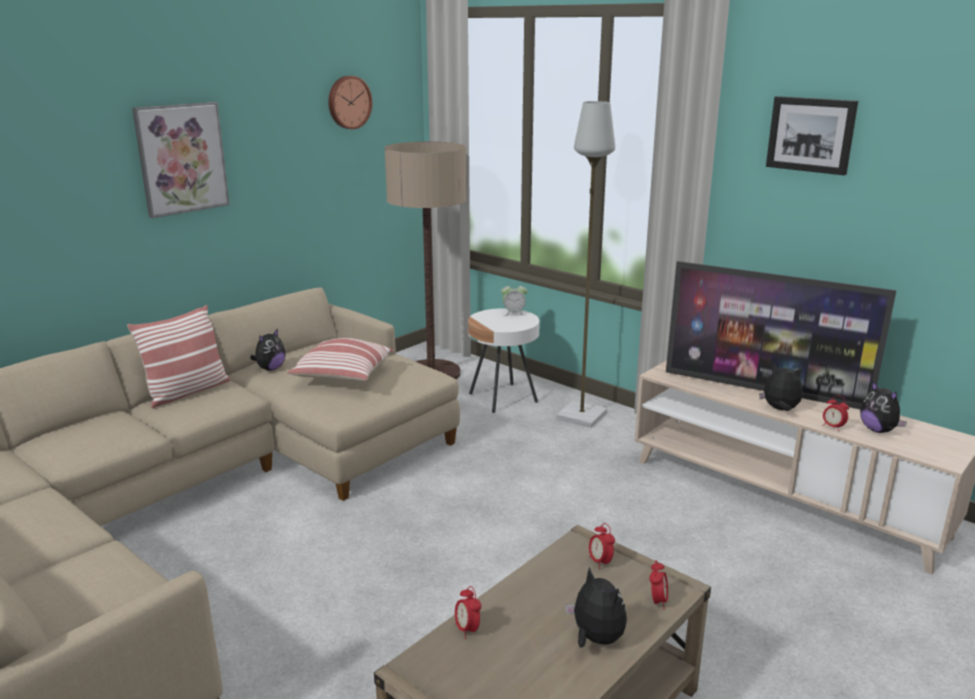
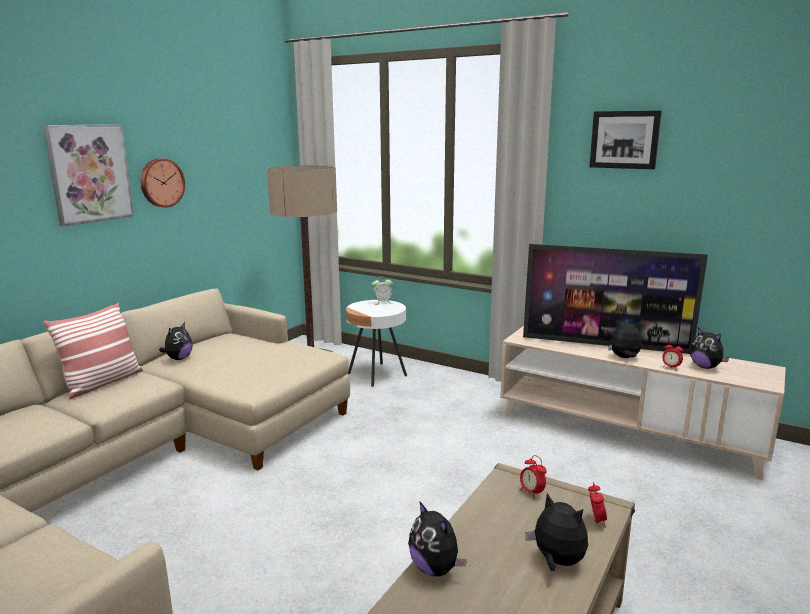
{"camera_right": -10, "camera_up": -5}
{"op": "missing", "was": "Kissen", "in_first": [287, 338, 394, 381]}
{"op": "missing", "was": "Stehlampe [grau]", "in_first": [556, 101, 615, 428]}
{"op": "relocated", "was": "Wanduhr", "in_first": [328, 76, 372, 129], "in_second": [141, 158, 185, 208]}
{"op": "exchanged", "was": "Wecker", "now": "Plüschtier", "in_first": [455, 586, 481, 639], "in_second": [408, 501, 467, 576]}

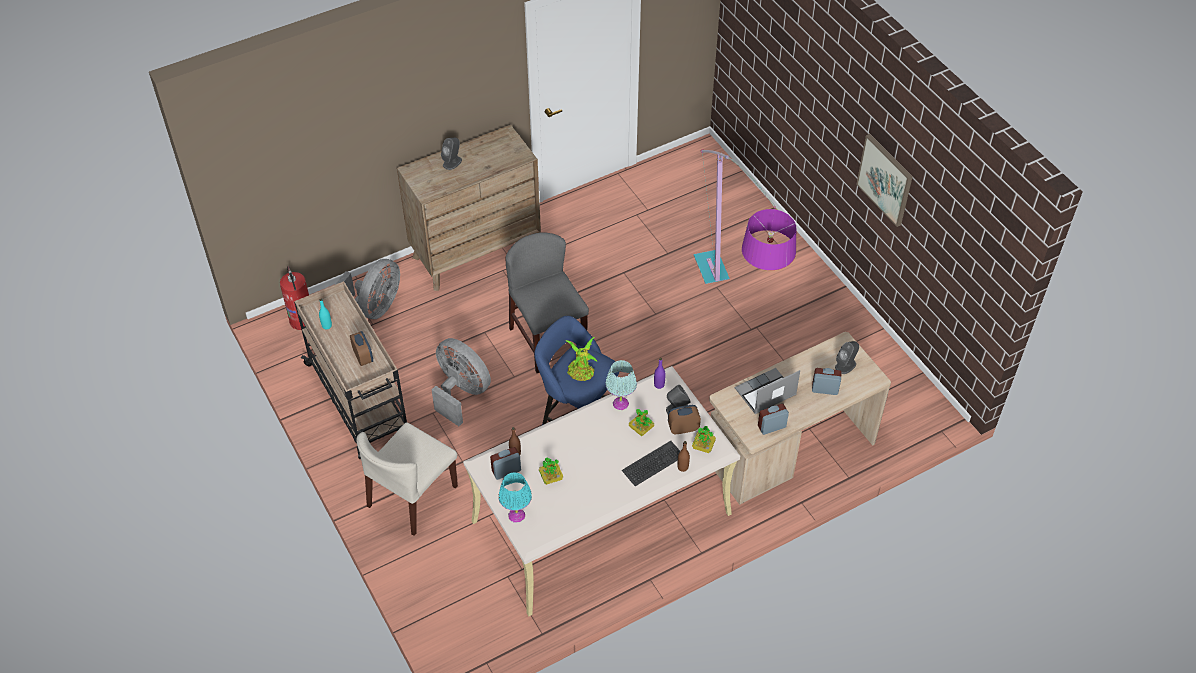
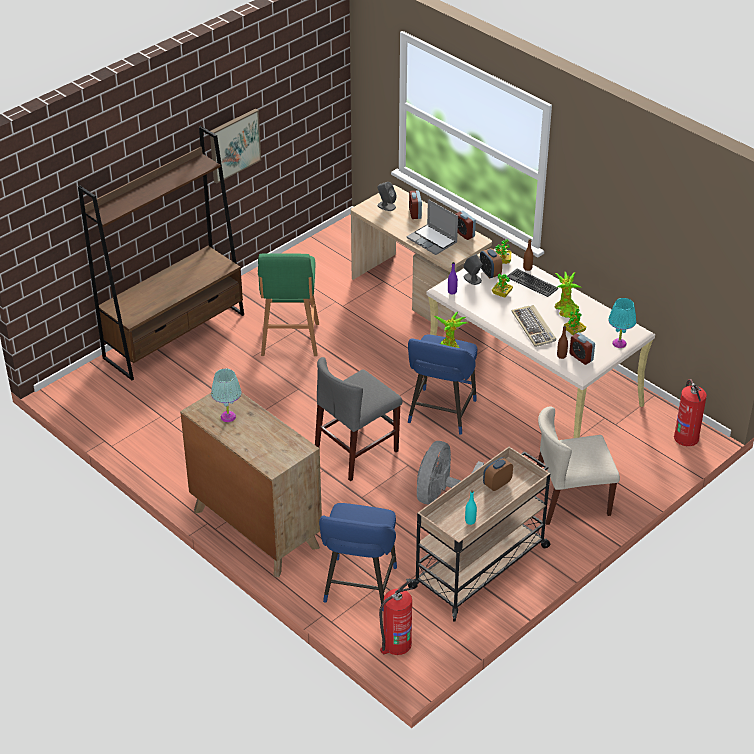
{"camera_right": -105, "camera_up": -10}
{"op": "missing", "was": "Lautsprecher [grau]", "in_first": [441, 138, 462, 170]}
{"op": "appeared", "now": "Bücherregal [braun]", "in_second": [78, 126, 244, 380]}
{"op": "appeared", "now": "Tastatur", "in_second": [511, 305, 556, 347]}
{"op": "appeared", "now": "Topfpflanze", "in_second": [555, 272, 581, 318]}
{"op": "appeared", "now": "Feuerlöscher", "in_second": [674, 379, 707, 446]}
{"op": "relocated", "was": "Tischlampe [türkis]", "in_first": [605, 360, 637, 410], "in_second": [211, 369, 242, 422]}
{"op": "exchanged", "was": "Ventilator [grau]", "now": "Hocker [blau]", "in_first": [335, 259, 400, 319], "in_second": [319, 503, 397, 611]}
{"op": "exchanged", "was": "Stehlampe", "now": "Hocker [grün]", "in_first": [694, 149, 796, 284], "in_second": [258, 253, 319, 356]}
{"op": "spun", "was": "Stuhl [beige]", "in_first": [356, 422, 458, 536], "in_second": [537, 406, 620, 525], "clockwise": 150}

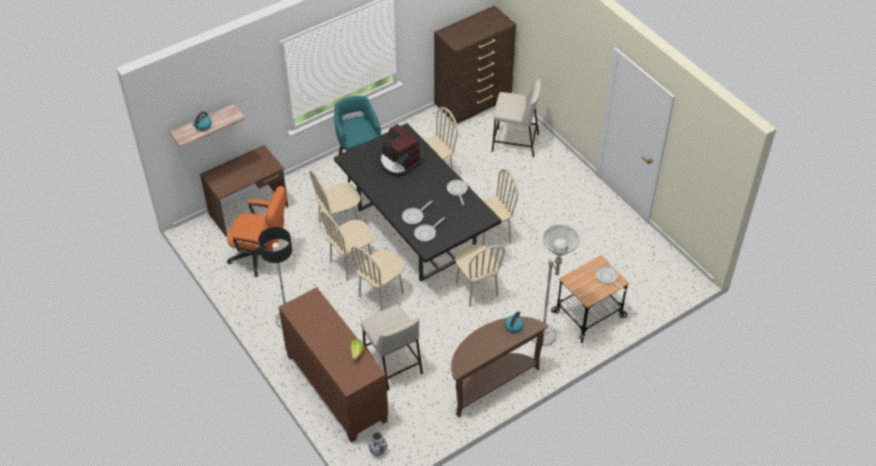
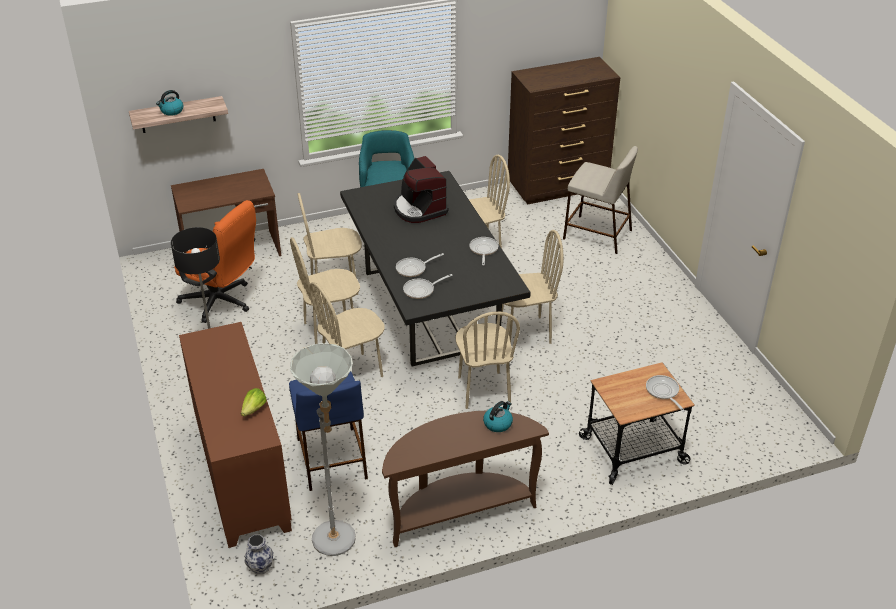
{"camera_right": 15, "camera_up": -10}
{"op": "relocated", "was": "Stehlampe [grau]", "in_first": [531, 224, 580, 346], "in_second": [290, 343, 356, 556]}
{"op": "colour", "was": "Hocker [beige]", "now": "Hocker [blau]", "in_first": [361, 305, 423, 391], "in_second": [289, 371, 368, 491]}

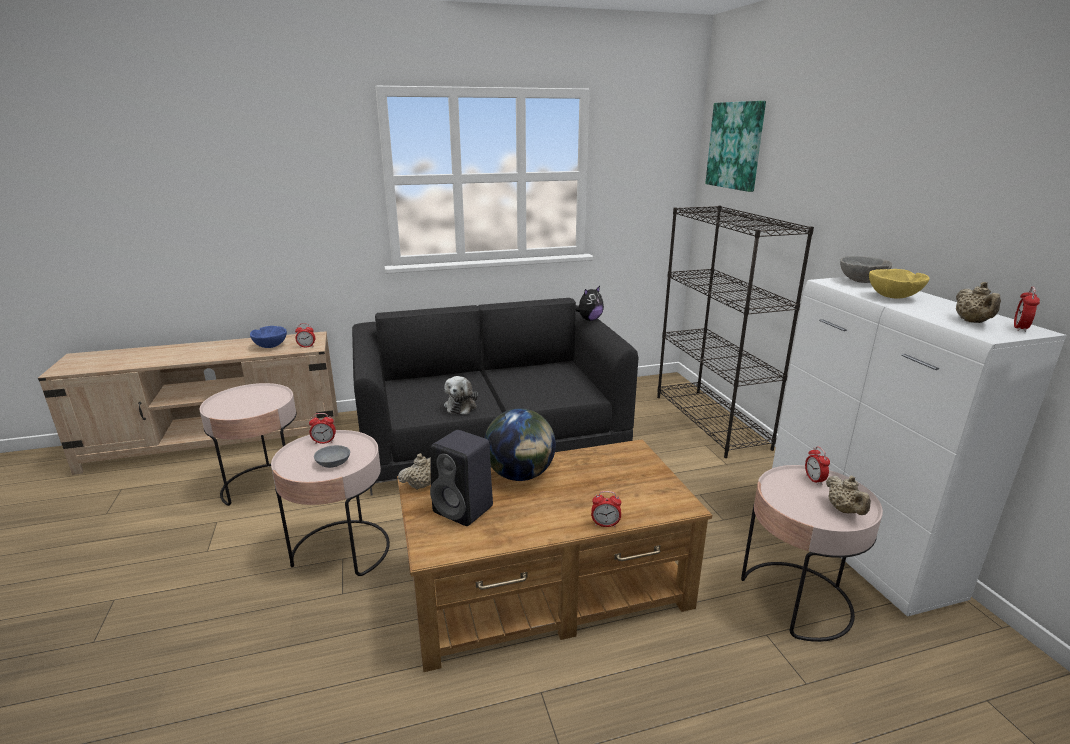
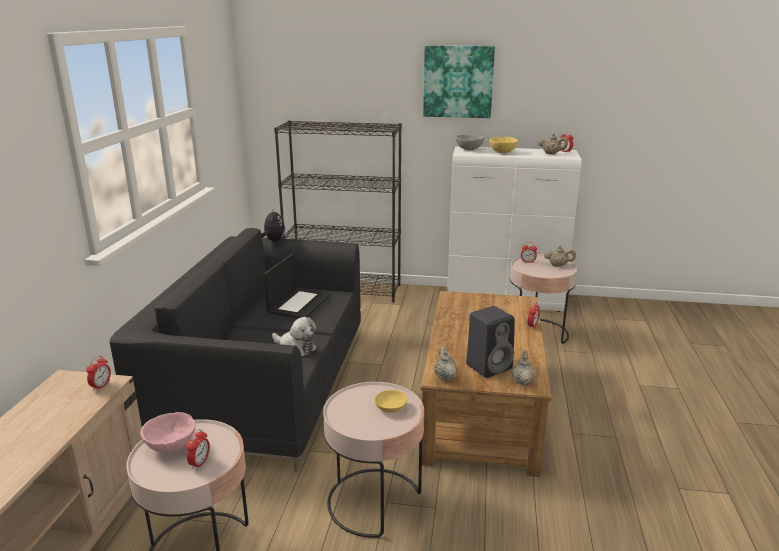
{"camera_right": -65, "camera_up": 0}
{"op": "missing", "was": "Schüssel [blau]", "in_first": [250, 326, 287, 348]}
{"op": "missing", "was": "Globus", "in_first": [484, 409, 556, 481]}
{"op": "appeared", "now": "Schüssel [rosa]", "in_second": [140, 412, 195, 453]}
{"op": "appeared", "now": "Laptop", "in_second": [264, 253, 331, 318]}
{"op": "appeared", "now": "Teekanne [beige]", "in_second": [512, 350, 537, 386]}
{"op": "relocated", "was": "Wecker", "in_first": [309, 413, 336, 444], "in_second": [186, 429, 210, 470]}
{"op": "relocated", "was": "Bild", "in_first": [705, 101, 766, 192], "in_second": [423, 46, 495, 118]}
{"op": "colour", "was": "Schüssel [grau]", "now": "Schüssel [gelb]", "in_first": [314, 445, 350, 468], "in_second": [375, 390, 407, 413]}

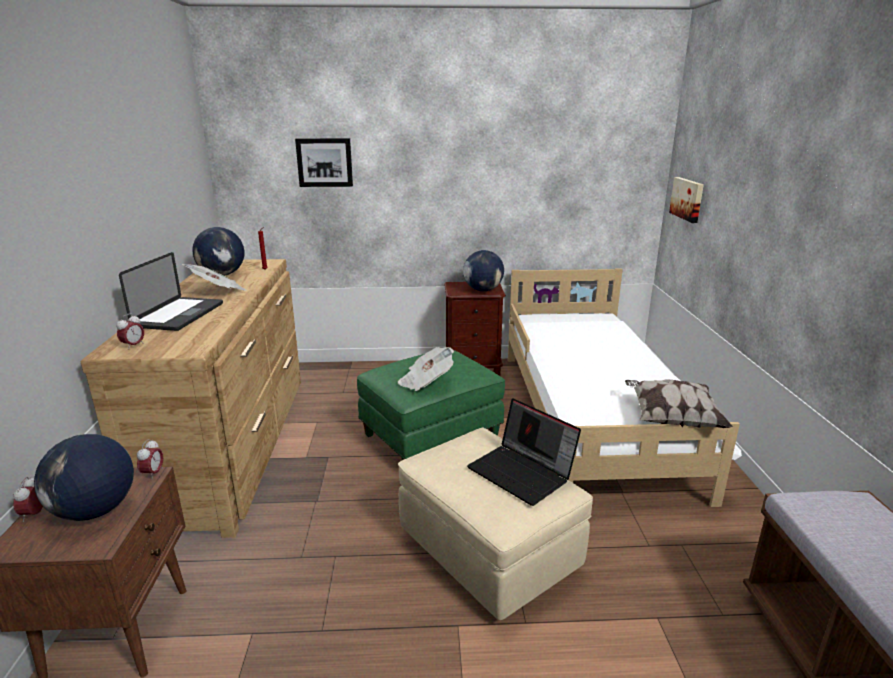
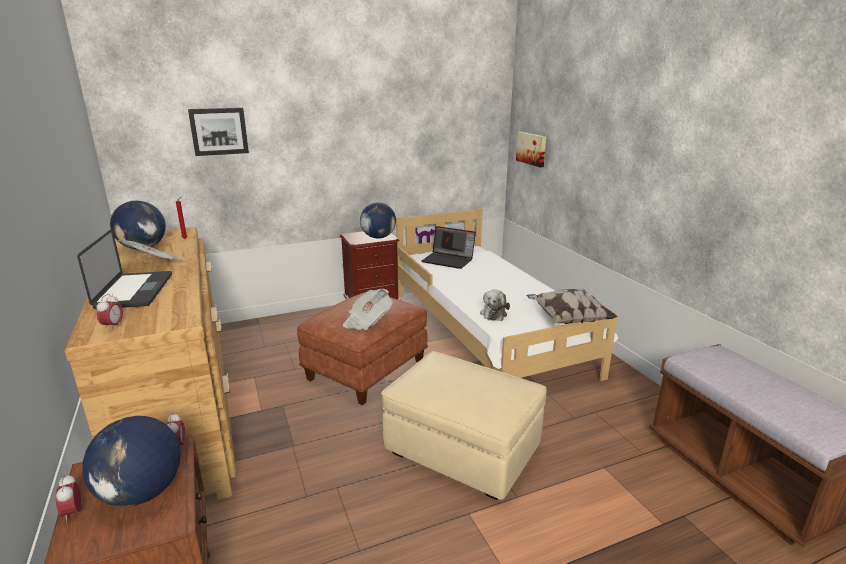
{"camera_right": -20, "camera_up": 0}
{"op": "appeared", "now": "Plüschtier", "in_second": [480, 290, 510, 321]}
{"op": "relocated", "was": "Laptop", "in_first": [467, 398, 581, 506], "in_second": [421, 226, 476, 269]}
{"op": "colour", "was": "Polsterhocker [grün]", "now": "Polsterhocker [braun]", "in_first": [357, 350, 505, 460], "in_second": [297, 292, 428, 405]}

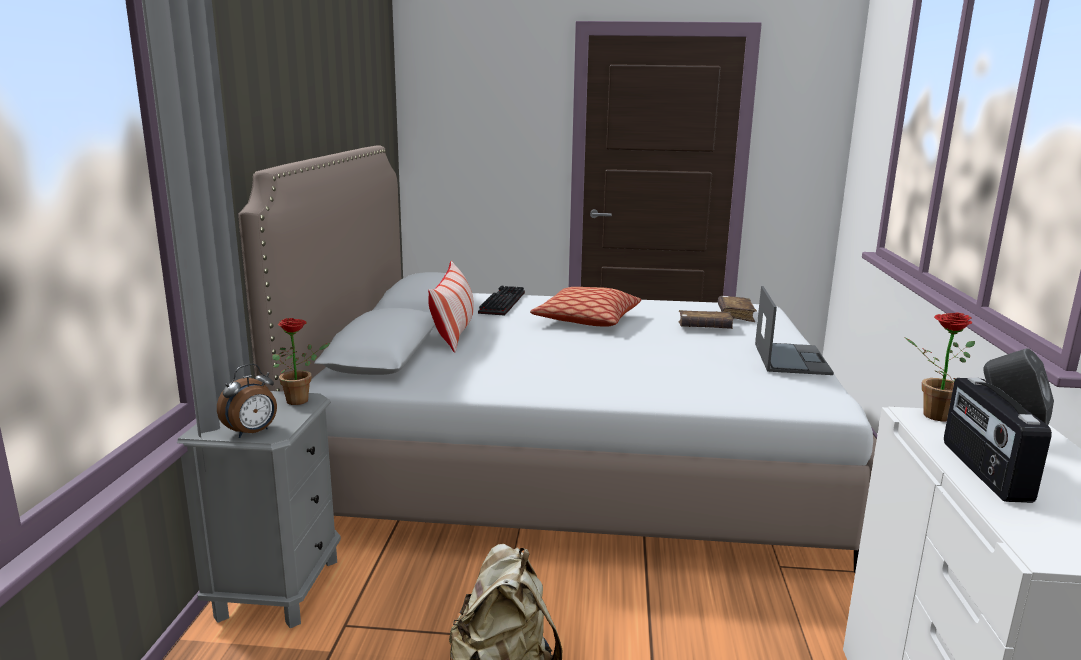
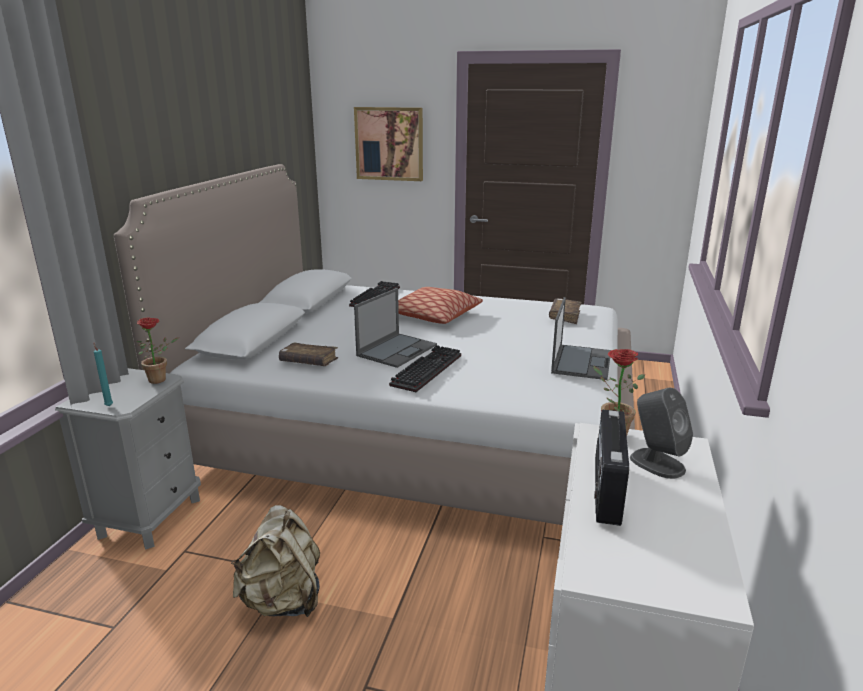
{"camera_right": 10, "camera_up": 5}
{"op": "missing", "was": "Kissen", "in_first": [428, 261, 474, 353]}
{"op": "appeared", "now": "Bild", "in_second": [354, 107, 423, 181]}
{"op": "appeared", "now": "Laptop", "in_second": [354, 288, 437, 368]}
{"op": "appeared", "now": "Tastatur", "in_second": [389, 345, 461, 392]}
{"op": "relocated", "was": "Buch [braun]", "in_first": [678, 310, 733, 329], "in_second": [279, 342, 338, 366]}
{"op": "exchanged", "was": "Wecker", "now": "Kerze [türkis]", "in_first": [217, 364, 277, 438], "in_second": [94, 343, 113, 406]}

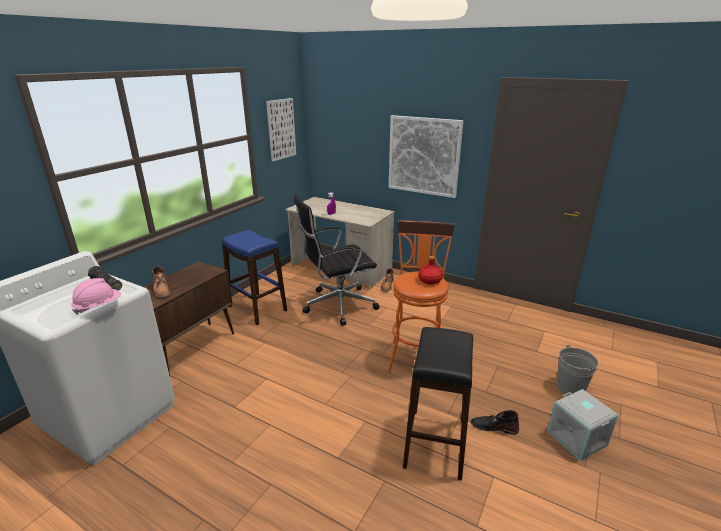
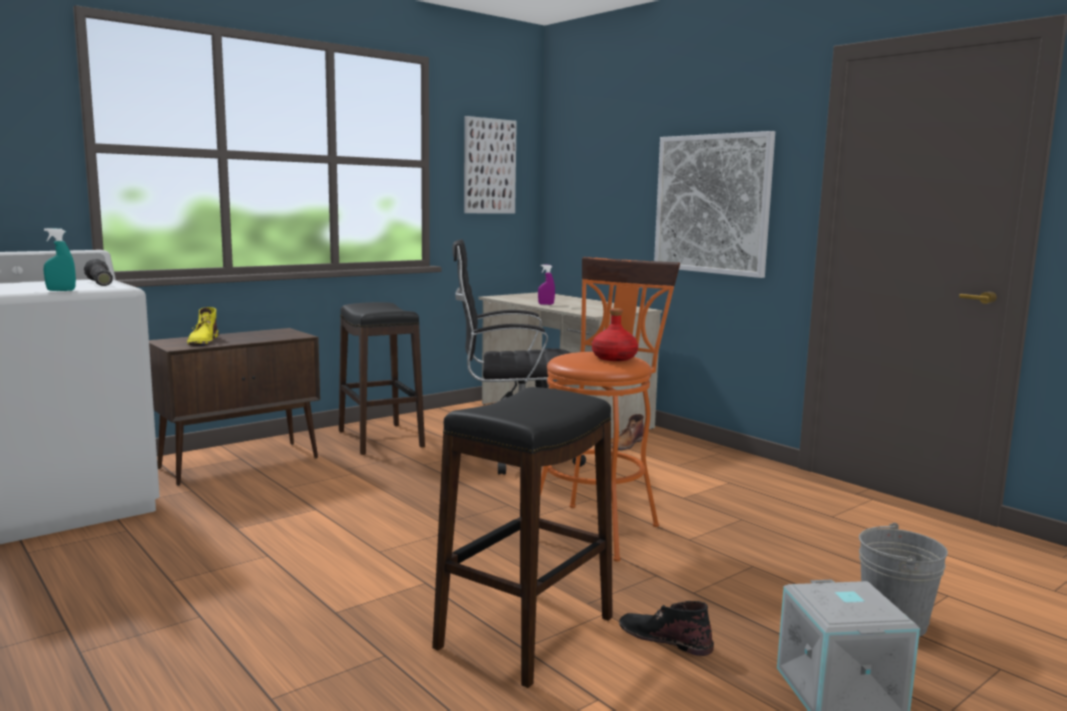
{"camera_right": 20, "camera_up": -15}
{"op": "exchanged", "was": "Schutzhelm [rosa]", "now": "Sprühflasche [türkis]", "in_first": [71, 278, 121, 315], "in_second": [43, 228, 76, 291]}
{"op": "colour", "was": "Stiefel [braun]", "now": "Stiefel [gelb]", "in_first": [152, 266, 171, 298], "in_second": [187, 307, 219, 346]}
{"op": "colour", "was": "Hocker [blau]", "now": "Hocker [schwarz]", "in_first": [222, 230, 287, 325], "in_second": [339, 302, 425, 455]}

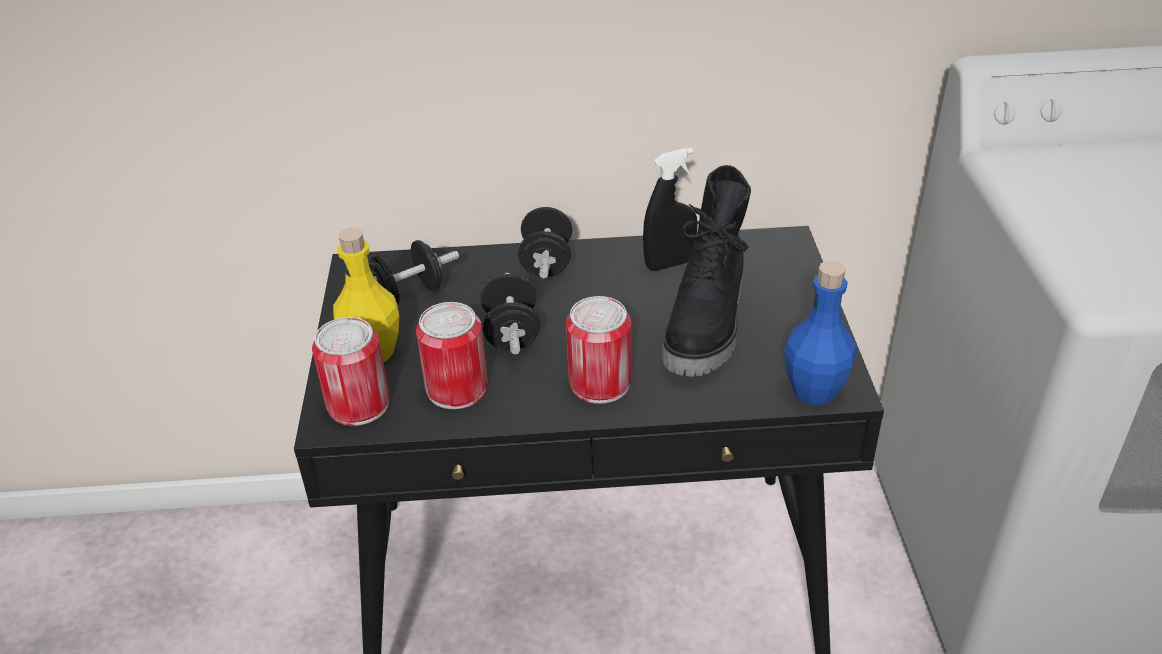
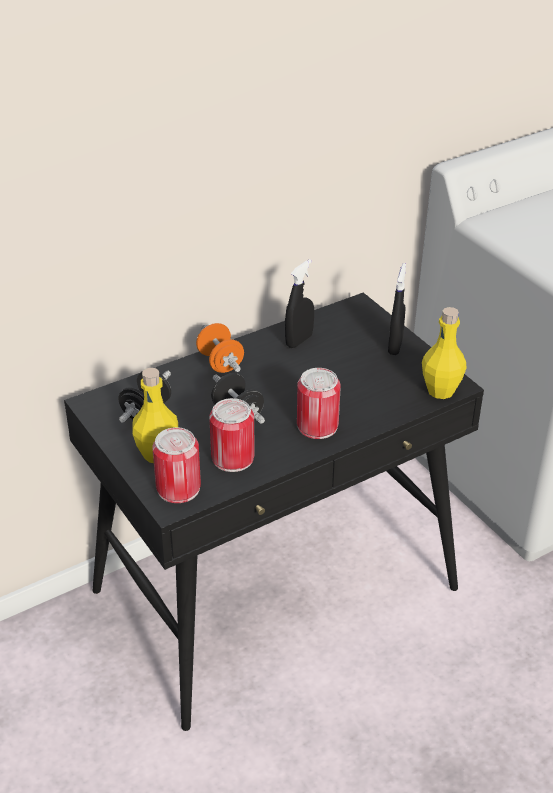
{"camera_right": -30, "camera_up": 0}
{"op": "missing", "was": "Stiefel [schwarz]", "in_first": [662, 165, 751, 376]}
{"op": "appeared", "now": "Sprühflasche [schwarz]", "in_second": [388, 263, 406, 355]}
{"op": "colour", "was": "Hantel [schwarz]", "now": "Hantel [orange]", "in_first": [518, 207, 572, 278], "in_second": [196, 323, 244, 373]}
{"op": "colour", "was": "Flasche [blau]", "now": "Flasche [gelb]", "in_first": [784, 261, 857, 405], "in_second": [422, 307, 467, 399]}

